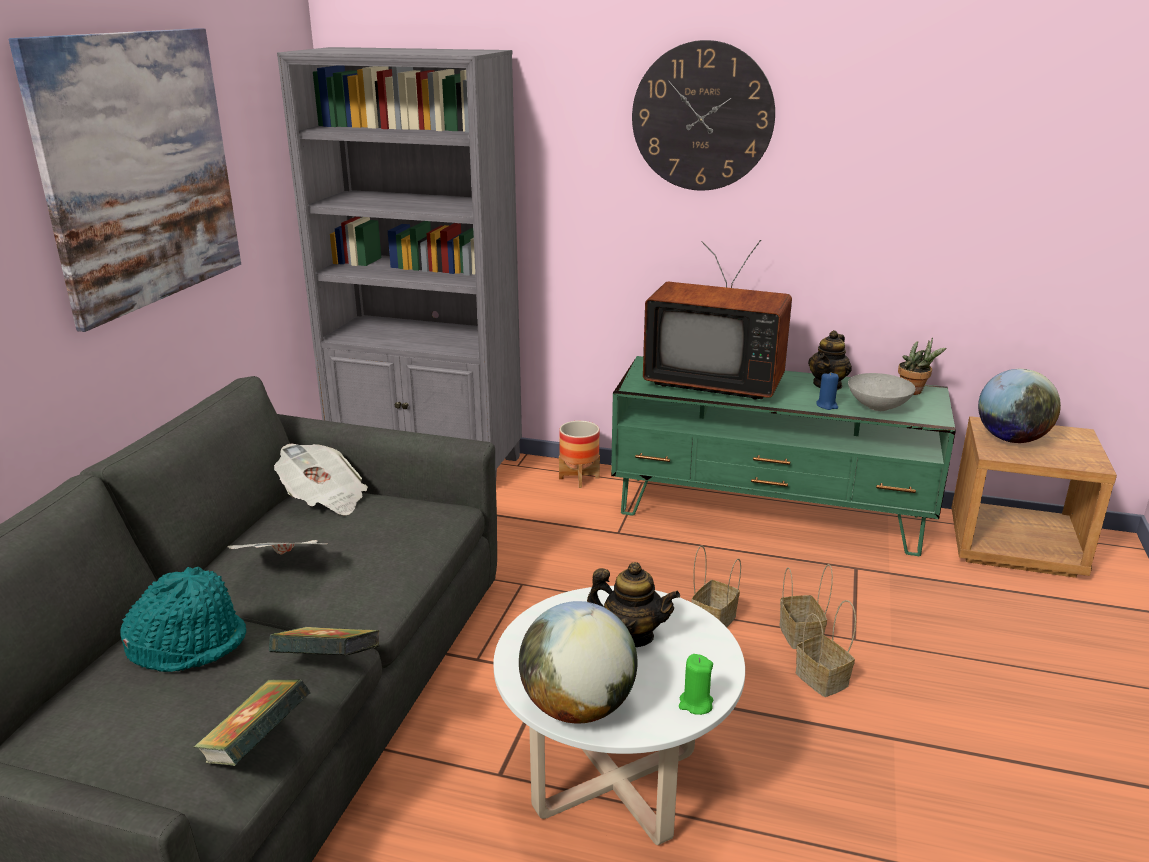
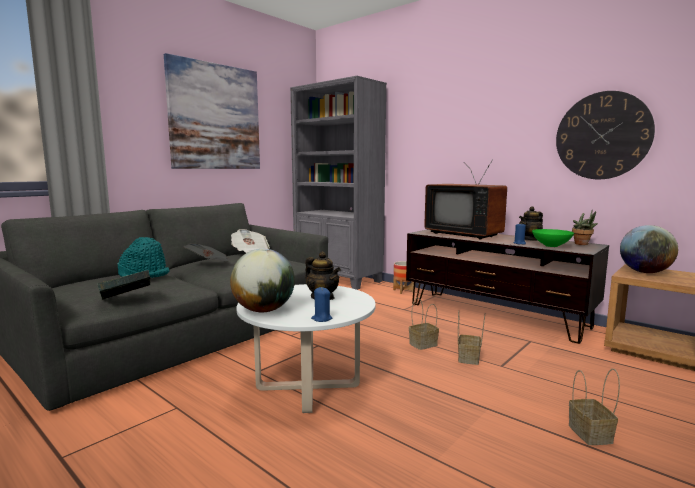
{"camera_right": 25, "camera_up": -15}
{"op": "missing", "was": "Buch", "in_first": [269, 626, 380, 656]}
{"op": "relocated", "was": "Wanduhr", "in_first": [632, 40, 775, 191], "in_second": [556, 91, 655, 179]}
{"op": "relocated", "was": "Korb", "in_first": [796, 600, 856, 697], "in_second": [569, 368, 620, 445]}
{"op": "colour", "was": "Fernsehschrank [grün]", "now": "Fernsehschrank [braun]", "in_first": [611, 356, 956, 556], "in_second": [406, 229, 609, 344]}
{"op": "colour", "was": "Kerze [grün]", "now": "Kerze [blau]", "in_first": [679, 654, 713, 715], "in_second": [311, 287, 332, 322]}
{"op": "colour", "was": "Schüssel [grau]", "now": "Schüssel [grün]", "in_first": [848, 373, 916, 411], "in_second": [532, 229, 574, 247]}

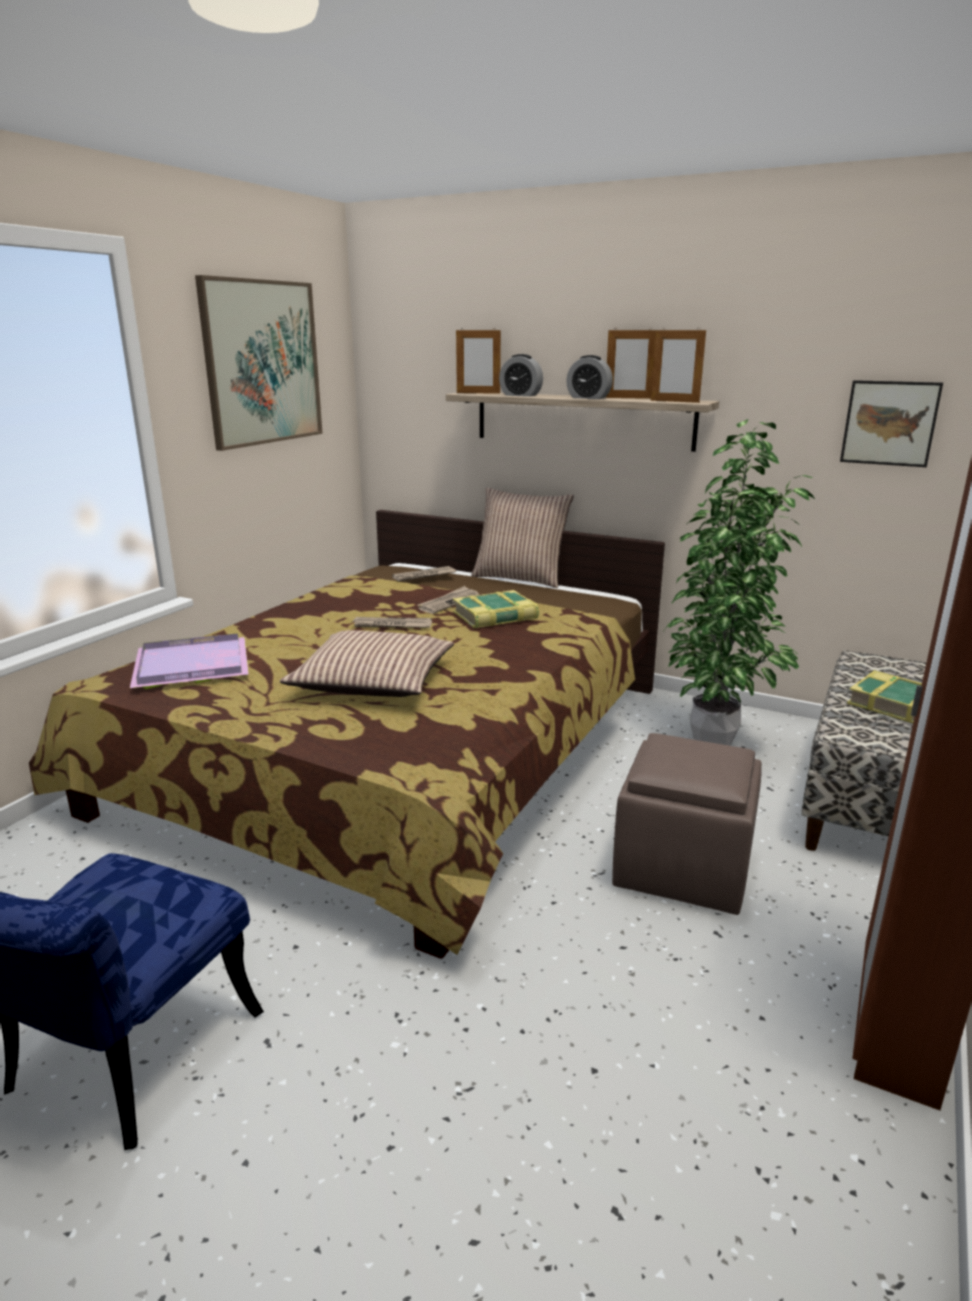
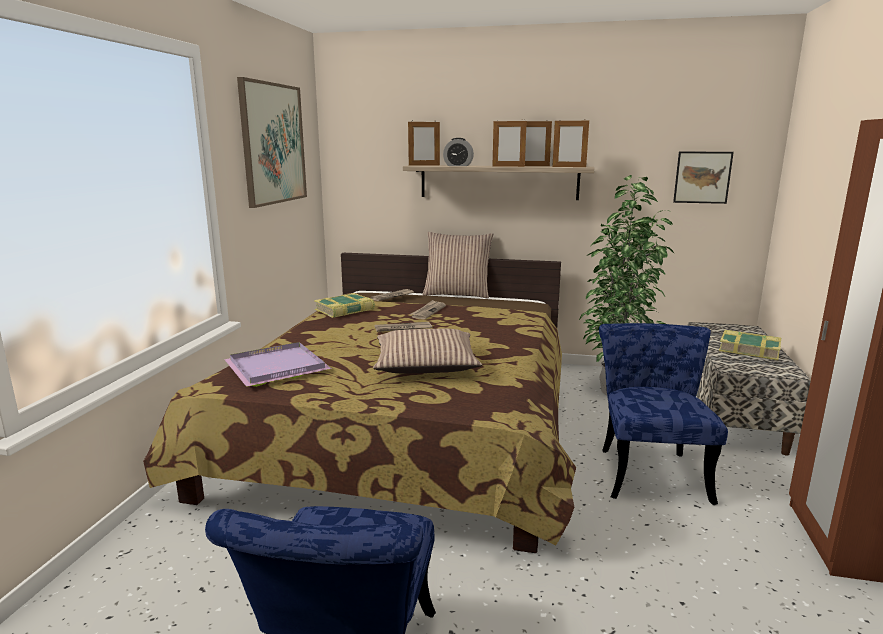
{"camera_right": -15, "camera_up": -5}
{"op": "relocated", "was": "Buch", "in_first": [453, 590, 539, 629], "in_second": [314, 293, 375, 318]}
{"op": "exchanged", "was": "Wecker", "now": "Bilderrahmen", "in_first": [566, 355, 613, 399], "in_second": [492, 119, 527, 167]}
{"op": "exchanged", "was": "Polsterhocker [braun]", "now": "Stuhl [blau]", "in_first": [612, 733, 762, 915], "in_second": [599, 323, 728, 505]}

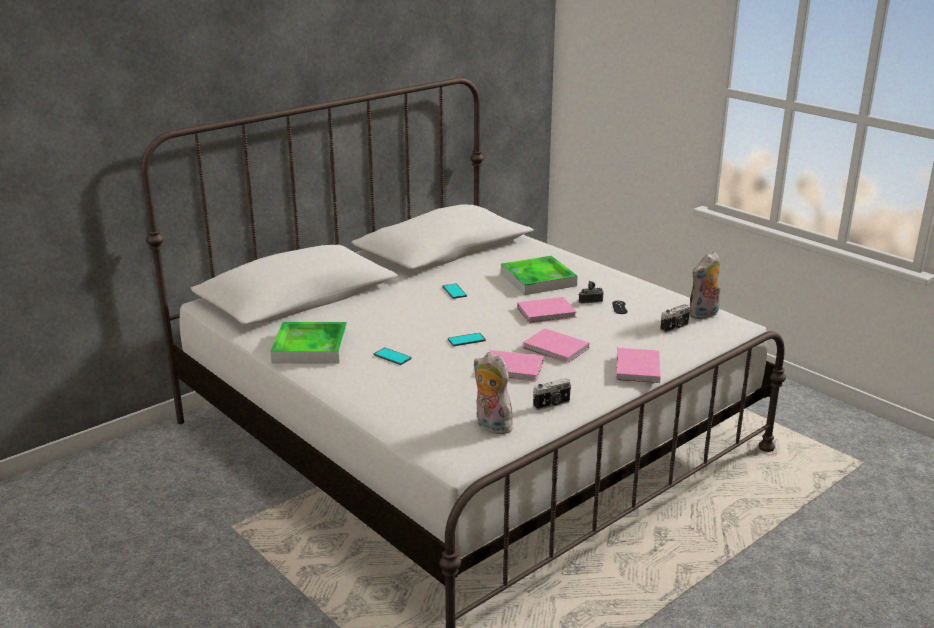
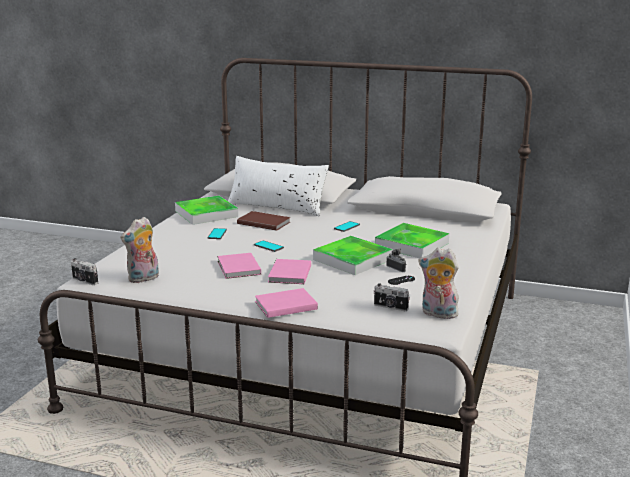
{"camera_right": 60, "camera_up": -5}
{"op": "appeared", "now": "Kissen [weiß]", "in_second": [228, 156, 329, 217]}
{"op": "appeared", "now": "Buch [braun]", "in_second": [237, 211, 290, 231]}
{"op": "relocated", "was": "Kamera", "in_first": [533, 378, 571, 410], "in_second": [71, 258, 98, 285]}
{"op": "exchanged", "was": "Buch [rosa]", "now": "Tablett", "in_first": [517, 297, 577, 323], "in_second": [313, 236, 393, 275]}
{"op": "spun", "was": "Plüschtier", "in_first": [473, 352, 513, 434], "in_second": [120, 217, 159, 283], "clockwise": -150}

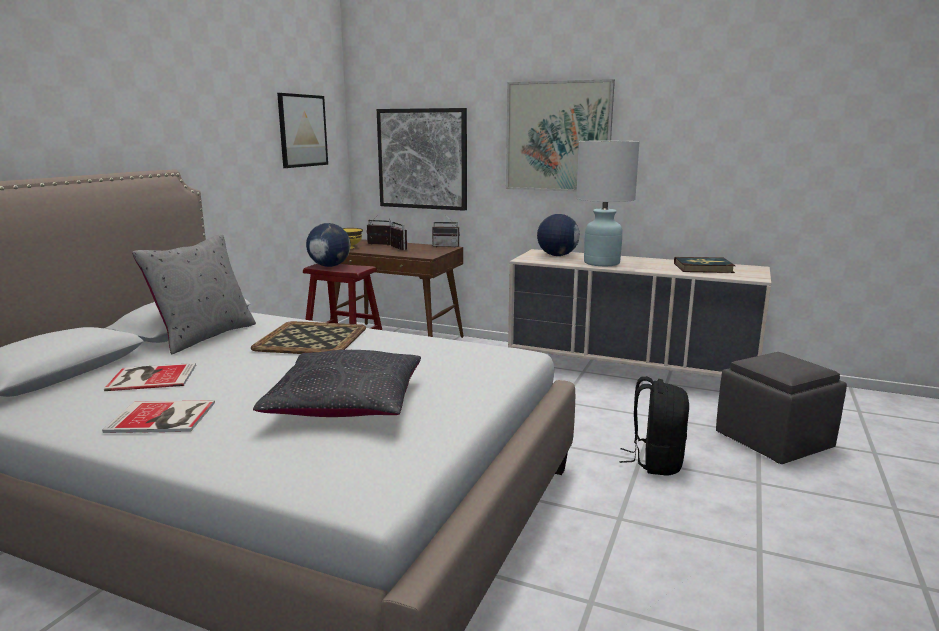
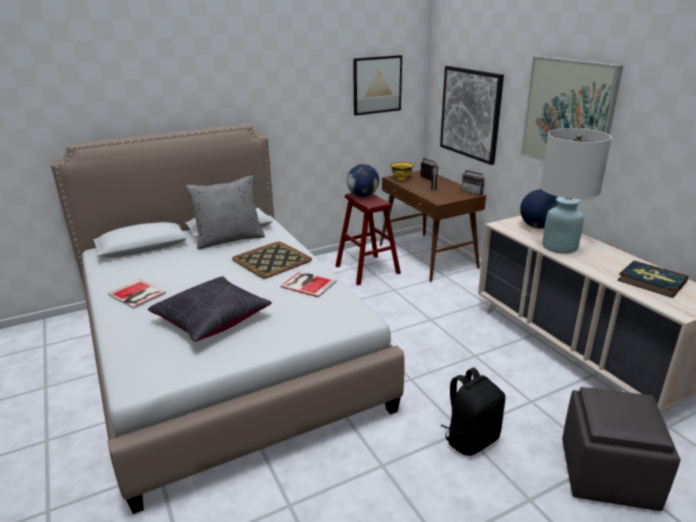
{"camera_right": 40, "camera_up": 10}
{"op": "relocated", "was": "Buch", "in_first": [104, 363, 196, 391], "in_second": [280, 271, 337, 297]}

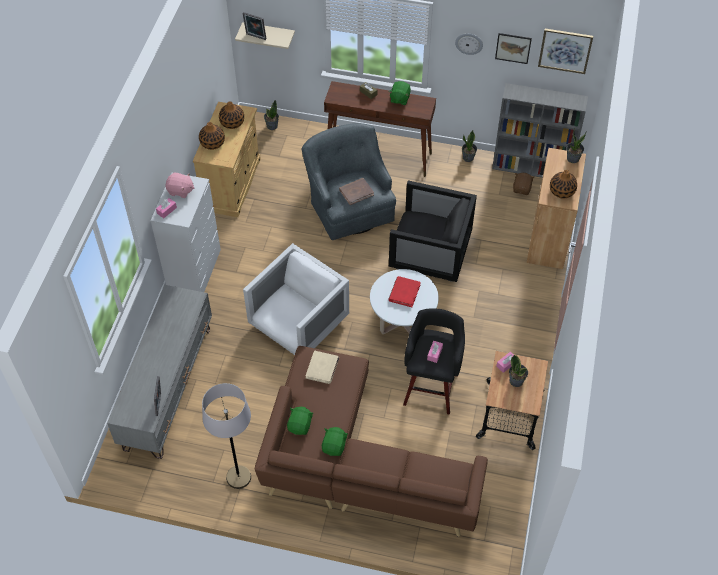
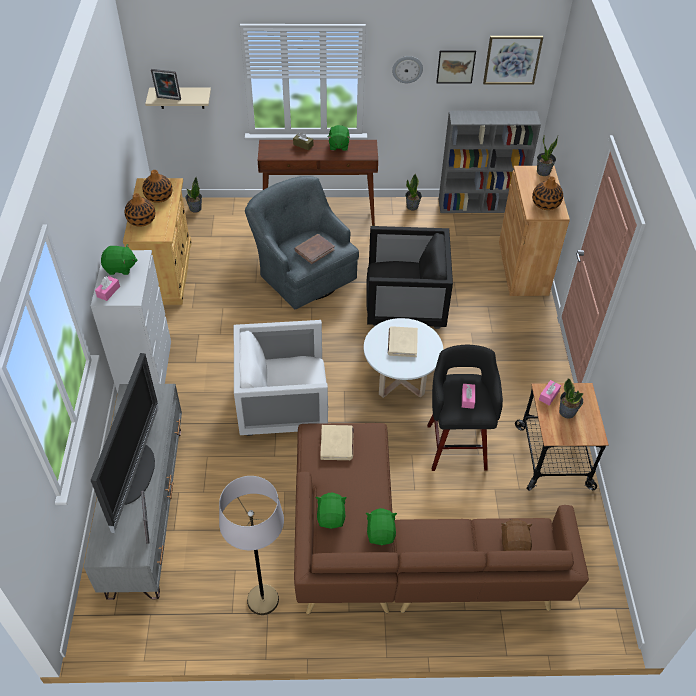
{"camera_right": -15, "camera_up": -5}
{"op": "appeared", "now": "Fernseher", "in_second": [91, 353, 158, 533]}
{"op": "relocated", "was": "Plüschtier [braun]", "in_first": [513, 173, 534, 195], "in_second": [501, 519, 533, 551]}
{"op": "colour", "was": "Plüschtier [rosa]", "now": "Plüschtier [grün]", "in_first": [165, 173, 194, 198], "in_second": [101, 244, 137, 275]}
{"op": "colour", "was": "Buch [rot]", "now": "Buch [beige]", "in_first": [388, 276, 421, 307], "in_second": [388, 326, 418, 357]}
{"op": "spun", "was": "Sessel [weiß]", "in_first": [243, 243, 349, 355], "in_second": [234, 320, 328, 436], "clockwise": -120}

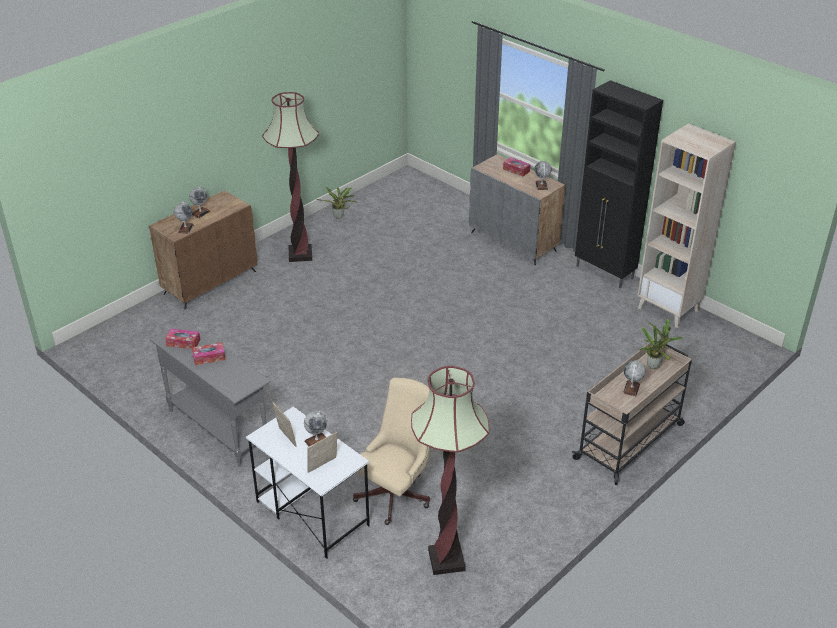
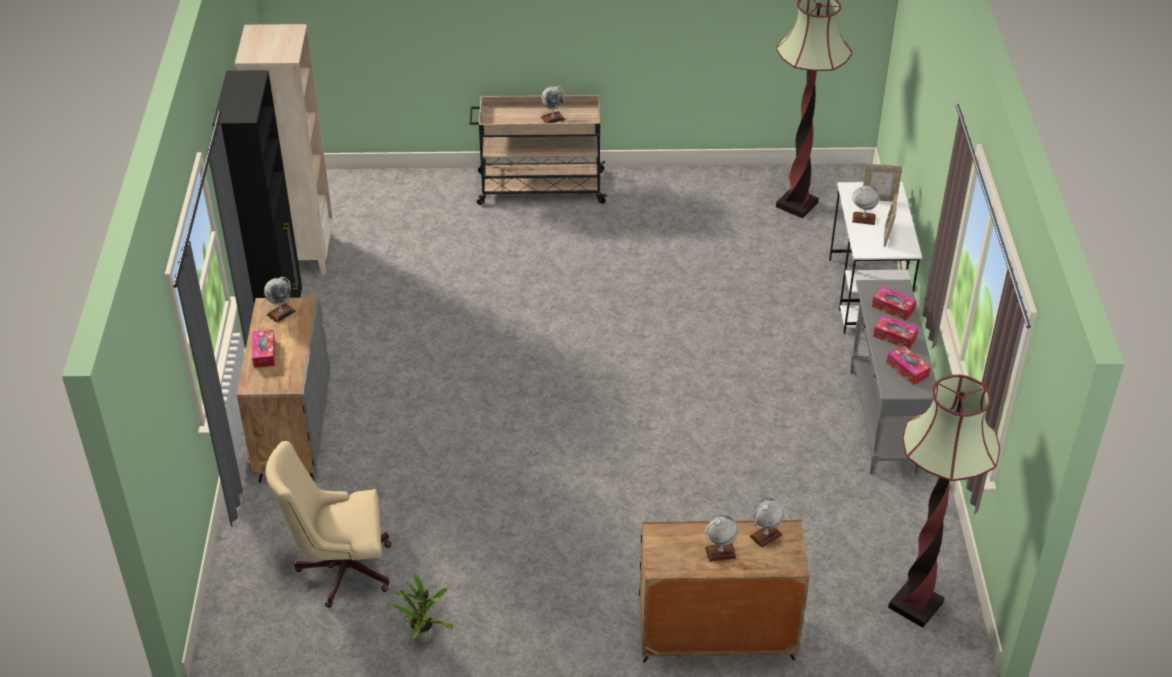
{"camera_right": -135, "camera_up": 5}
{"op": "missing", "was": "Topfpflanze", "in_first": [639, 319, 683, 369]}
{"op": "appeared", "now": "Taschentuchbox", "in_second": [872, 286, 916, 321]}
{"op": "relocated", "was": "Stehlampe", "in_first": [262, 92, 319, 262], "in_second": [888, 375, 1000, 628]}
{"op": "relocated", "was": "Bürostuhl [beige]", "in_first": [353, 377, 431, 525], "in_second": [265, 441, 391, 608]}

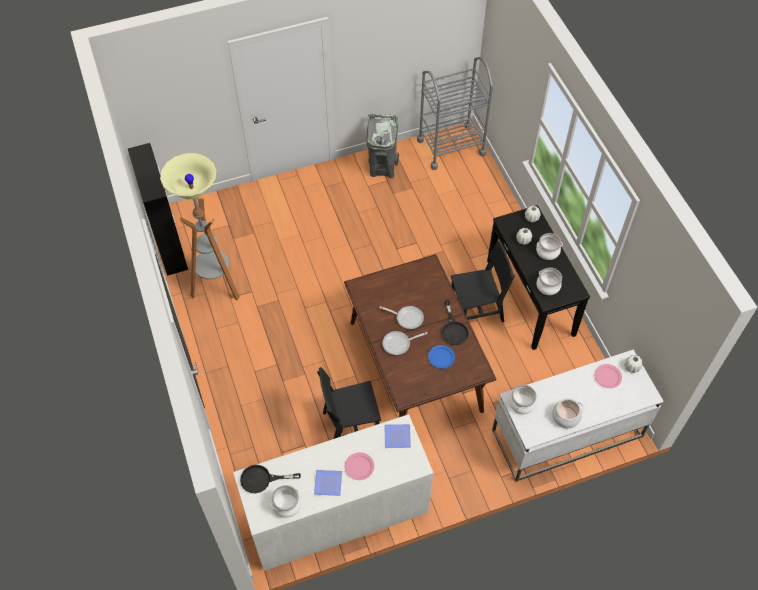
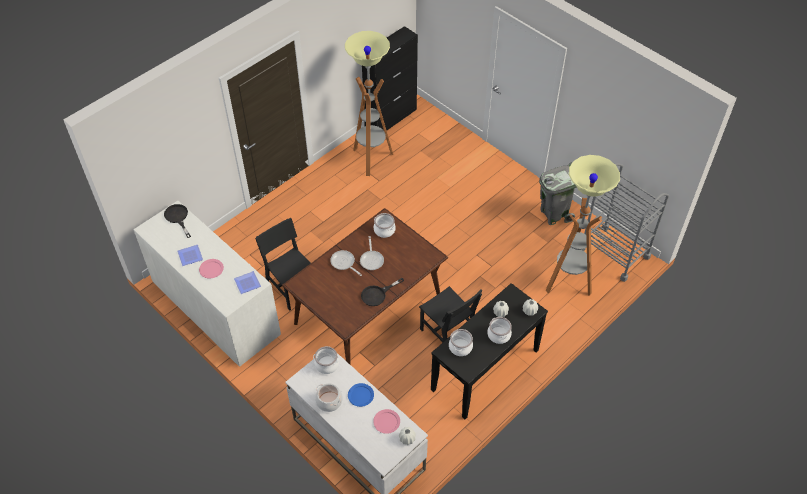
{"camera_right": 65, "camera_up": -5}
{"op": "appeared", "now": "Stehlampe", "in_second": [546, 155, 620, 296]}
{"op": "relocated", "was": "Kochtopf", "in_first": [271, 485, 301, 518], "in_second": [374, 213, 396, 238]}
{"op": "relocated", "was": "Teller [blau]", "in_first": [428, 345, 455, 369], "in_second": [348, 383, 374, 407]}

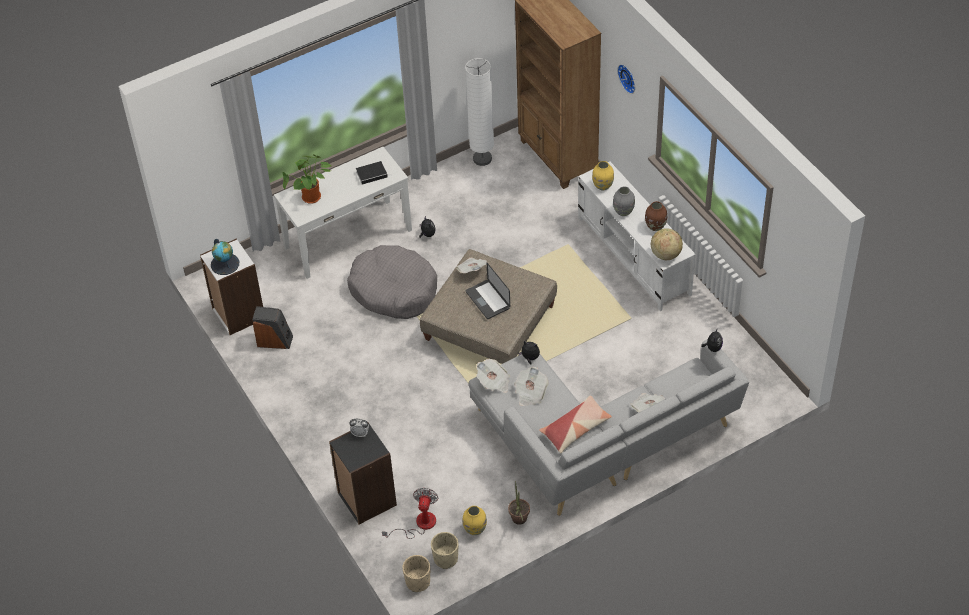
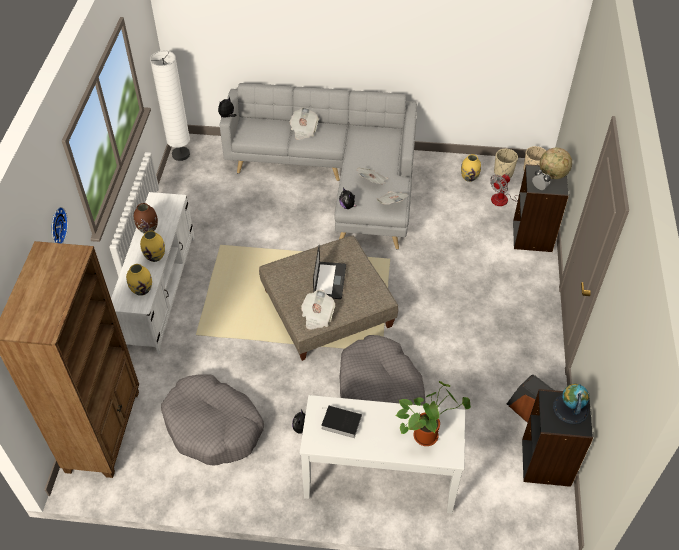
{"camera_right": -145, "camera_up": 0}
{"op": "missing", "was": "Topfpflanze", "in_first": [508, 481, 530, 525]}
{"op": "missing", "was": "Kissen", "in_first": [539, 396, 612, 453]}
{"op": "appeared", "now": "Hundebett [grau]", "in_second": [161, 374, 264, 465]}
{"op": "relocated", "was": "Stehlampe [weiß]", "in_first": [465, 58, 494, 166], "in_second": [150, 51, 190, 161]}
{"op": "relocated", "was": "Globus", "in_first": [651, 228, 683, 260], "in_second": [540, 148, 572, 179]}
{"op": "colour", "was": "Bücherregal [weiß]", "now": "Bücherregal [schwarz]", "in_first": [200, 238, 263, 335], "in_second": [522, 389, 593, 487]}
{"op": "colour", "was": "Vase [grau]", "now": "Vase [gelb]", "in_first": [613, 186, 635, 216], "in_second": [140, 230, 165, 262]}

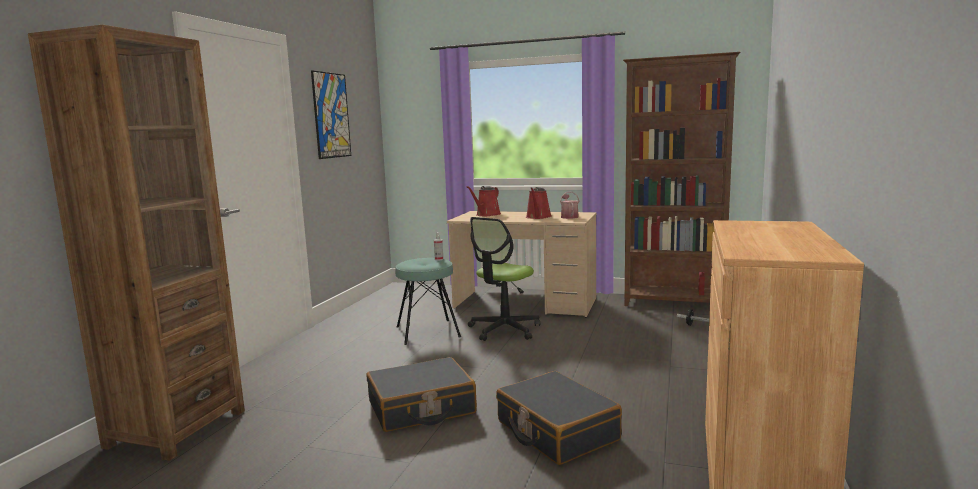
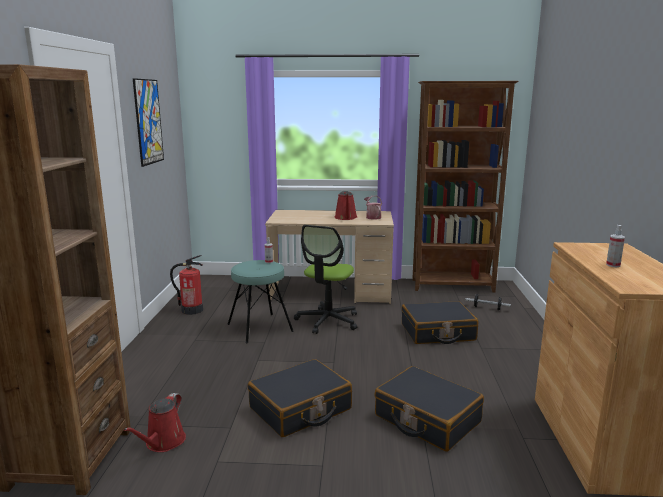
{"camera_right": -15, "camera_up": 5}
{"op": "appeared", "now": "Feuerlöscher", "in_second": [170, 255, 203, 315]}
{"op": "appeared", "now": "Koffer [schwarz]", "in_second": [402, 301, 478, 344]}
{"op": "appeared", "now": "Sprühflasche", "in_second": [606, 225, 625, 267]}
{"op": "relocated", "was": "Gießkanne [rot]", "in_first": [467, 186, 501, 216], "in_second": [124, 393, 186, 452]}

